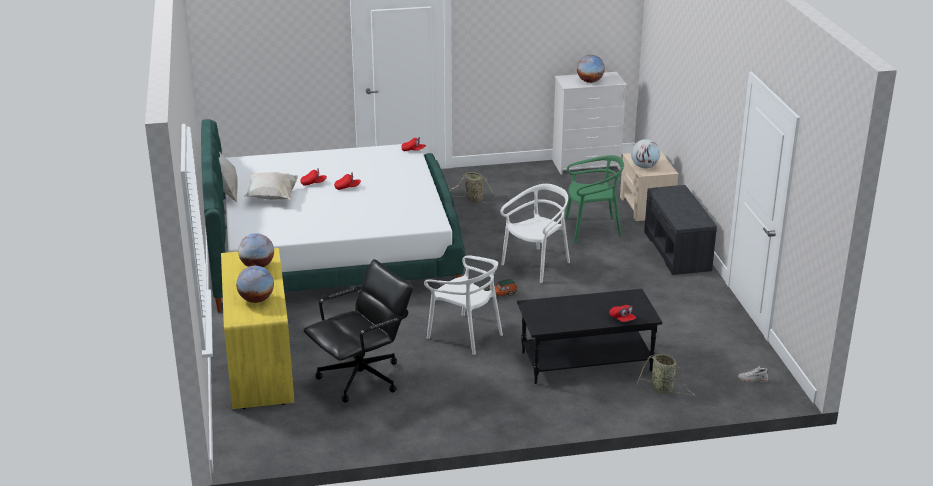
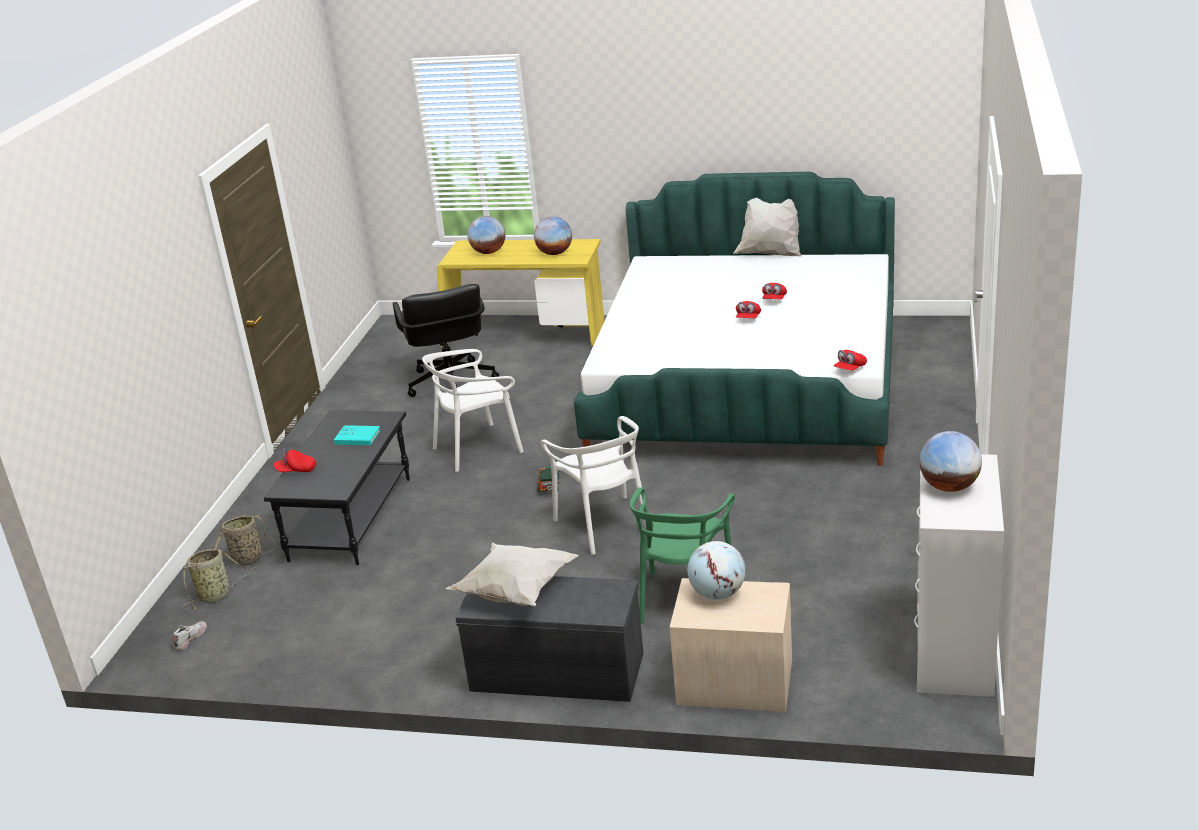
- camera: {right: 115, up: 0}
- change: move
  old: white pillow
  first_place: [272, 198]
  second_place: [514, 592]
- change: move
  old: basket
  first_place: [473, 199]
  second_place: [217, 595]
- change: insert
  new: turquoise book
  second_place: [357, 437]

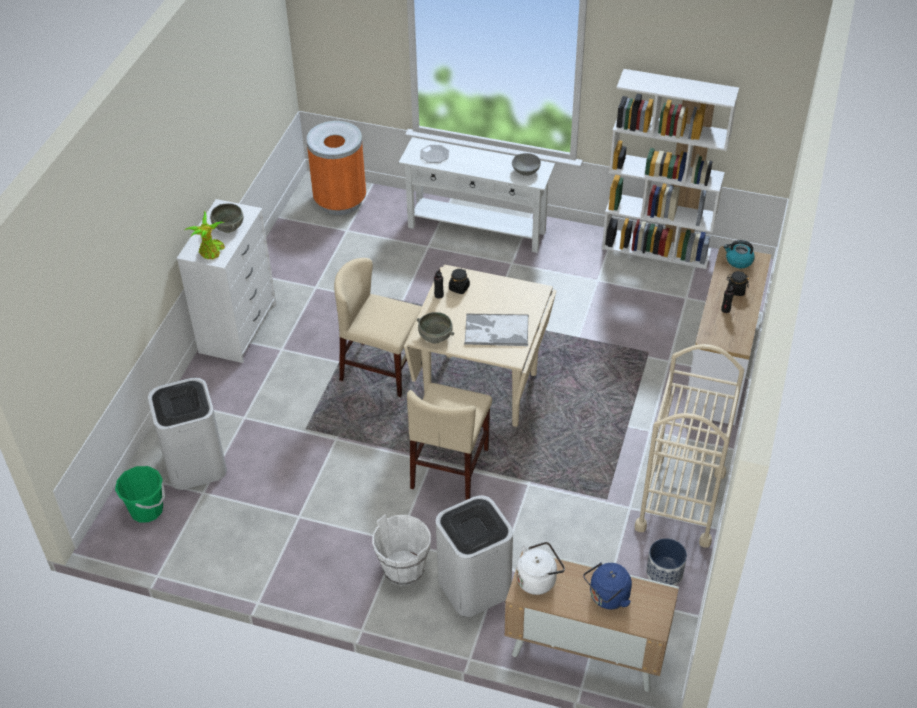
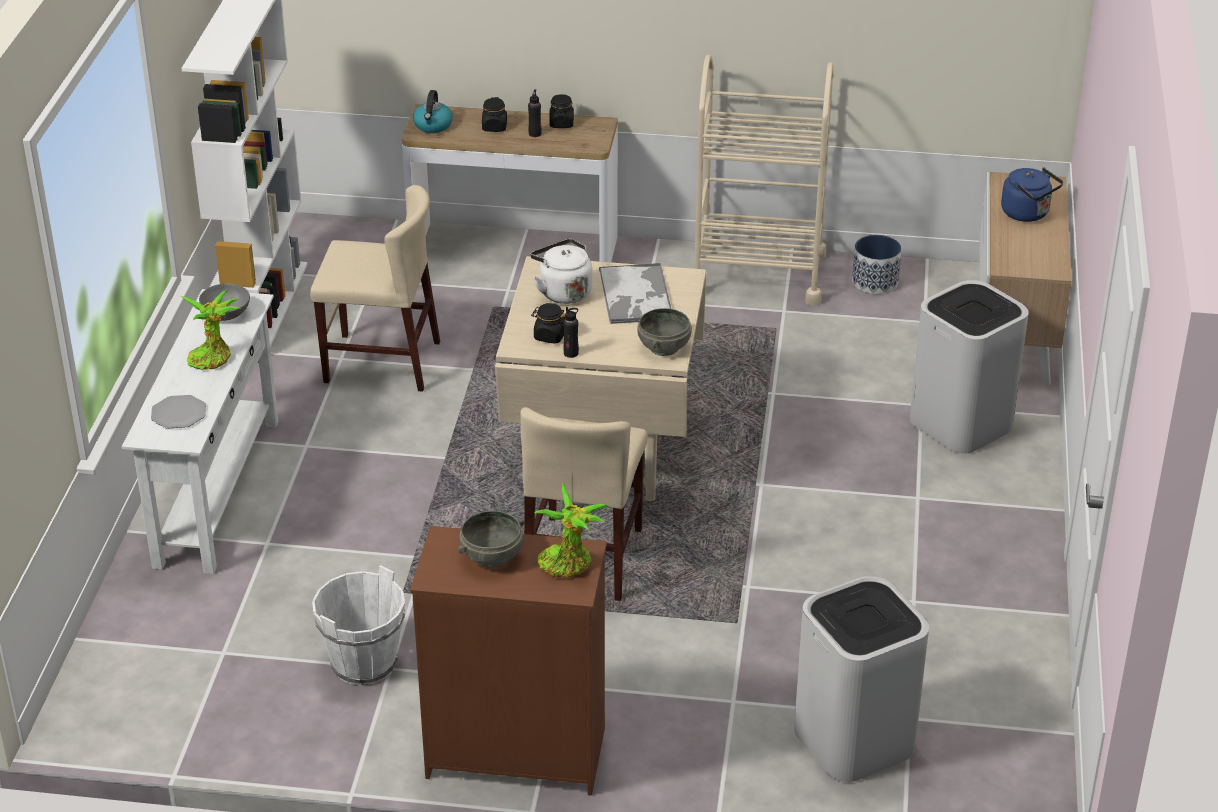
- camera: {right: -100, up: -10}
- change: delete
  old: orange trash can
  first_place: [340, 201]
- change: recolor
  old: white dresser
  new: brown dresser
  first_place: [238, 328]
  second_place: [516, 752]
- change: move
  old: beige chair
  first_place: [450, 468]
  second_place: [382, 362]
- change: delete
  old: green bucket
  first_place: [146, 510]
- change: move
  old: white bucket
  first_place: [403, 569]
  second_place: [364, 664]
- change: move
  old: white kettle
  first_place: [538, 579]
  second_place: [563, 291]
- change: insert
  new: black jar
  second_place: [561, 123]
- change: insert
  new: potted plant
  second_place: [212, 357]

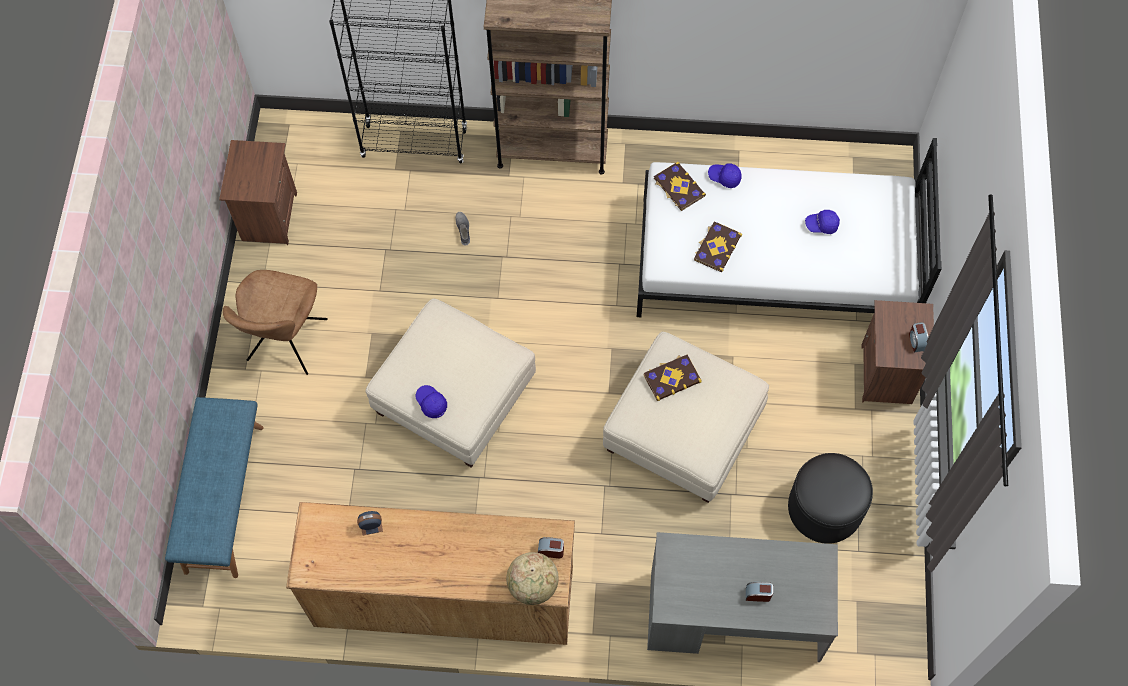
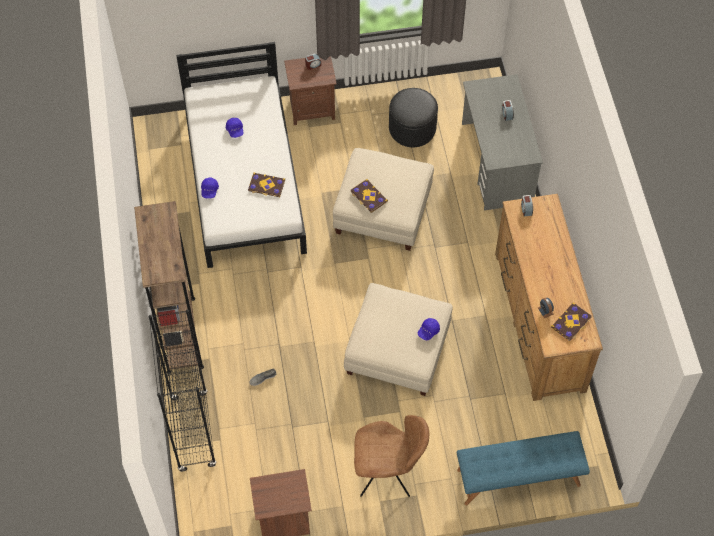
- camera: {right: -105, up: -5}
- change: move
  old: book
  first_place: [678, 187]
  second_place: [571, 323]
- change: delete
  old: globe
  first_place: [533, 586]

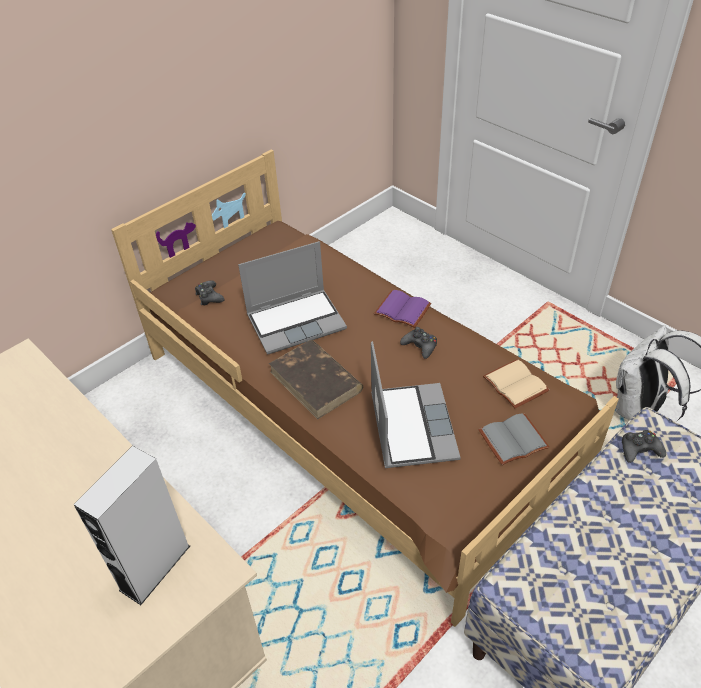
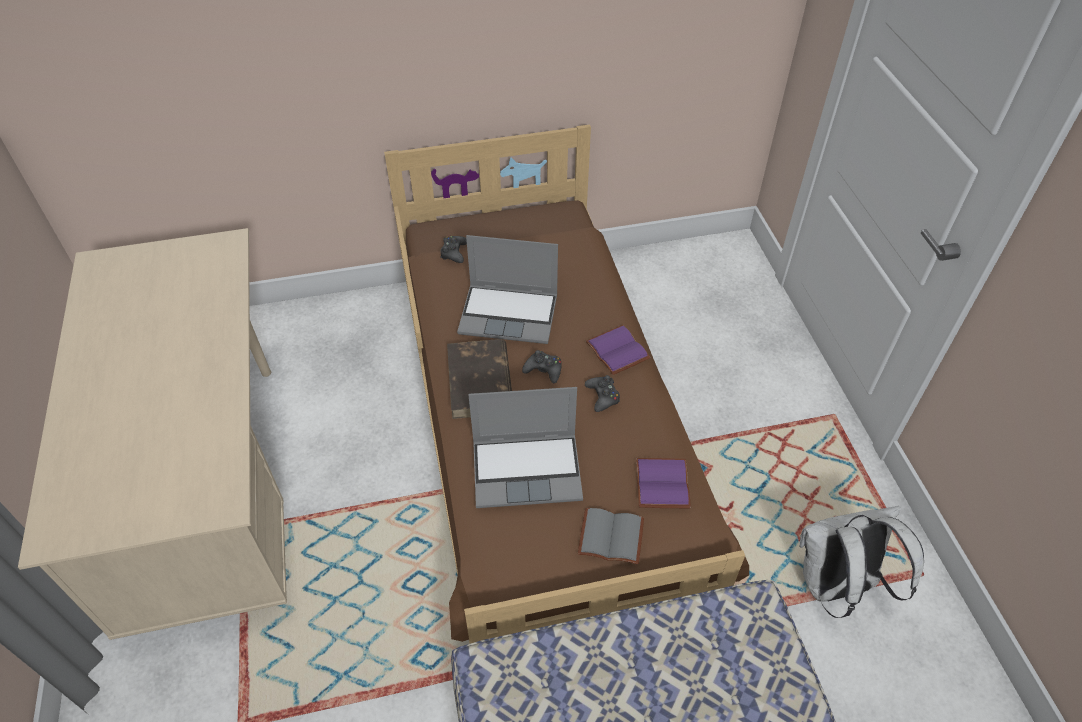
- camera: {right: 30, up: 5}
- change: rotate
  old: laptop
  first_place: [411, 425]
  second_place: [528, 470]
  degrees: 60
- change: recolor
  old: beige book
  new: purple book
  first_place: [517, 384]
  second_place: [664, 485]
- change: move
  old: black game controller
  first_place: [639, 450]
  second_place: [544, 370]
- change: delete
  old: grey speaker
  first_place: [155, 568]

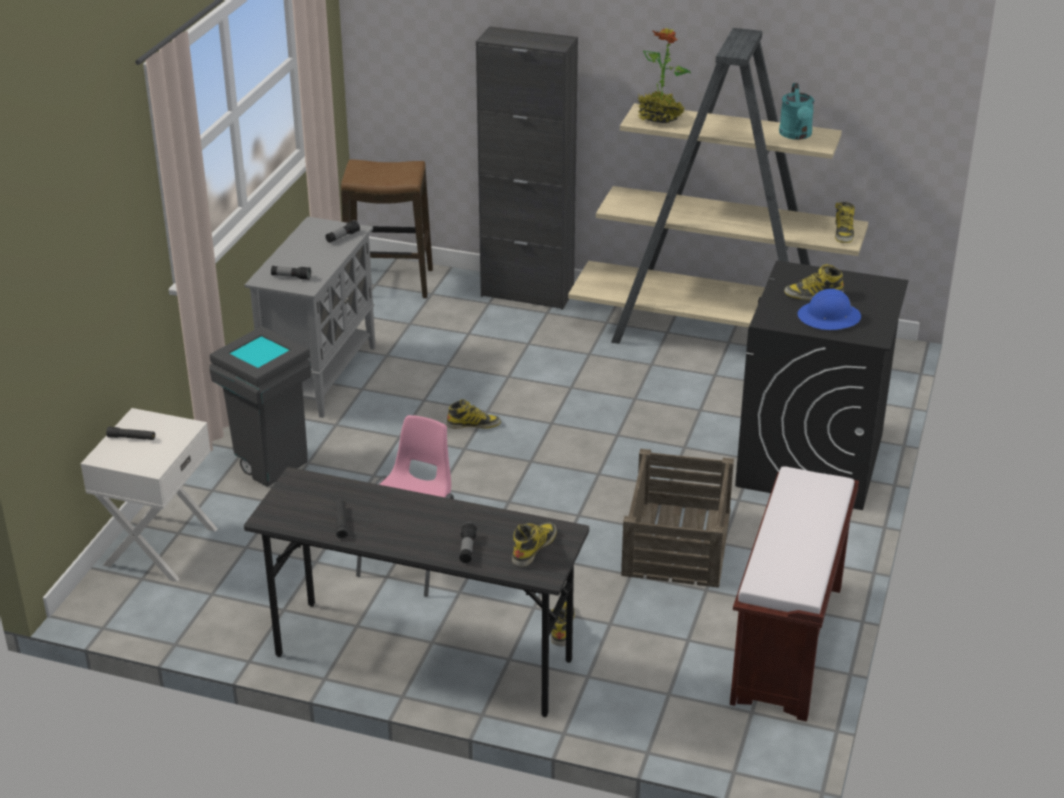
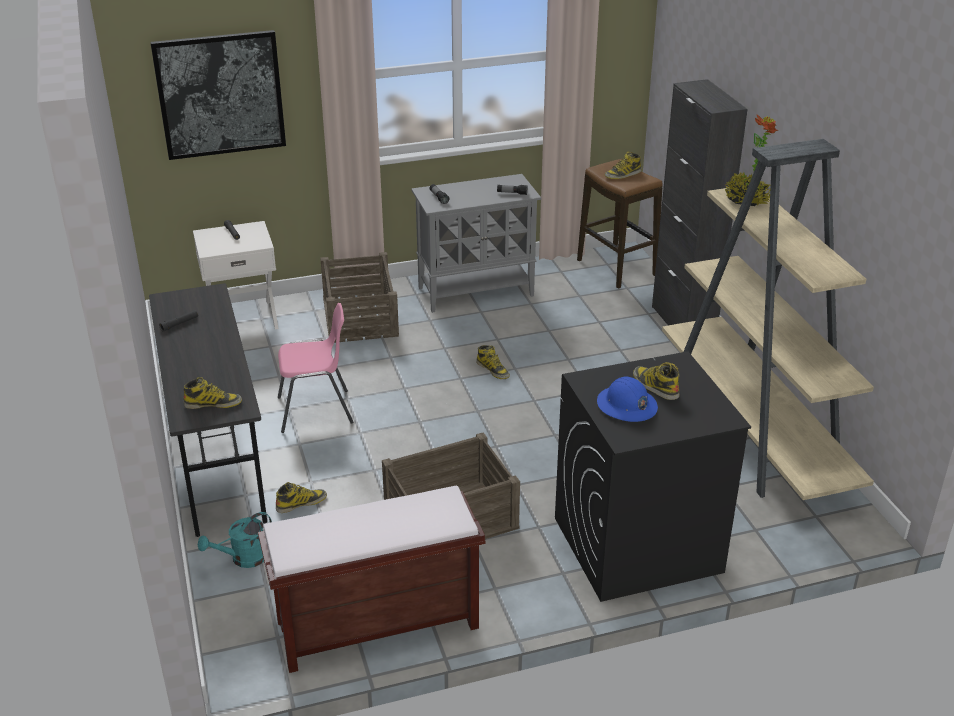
- camera: {right: 55, up: 0}
- change: move
  old: turquoise watering can
  first_place: [796, 135]
  second_place: [243, 559]
- change: move
  old: boot
  first_place: [843, 232]
  second_place: [623, 174]
- change: replace
  old: grey trash can
  new: crate
  first_place: [268, 464]
  second_place: [360, 316]
- change: delete
  old: flashlight
  first_place: [467, 549]
- change: insert
  new: picture
  second_place: [220, 94]

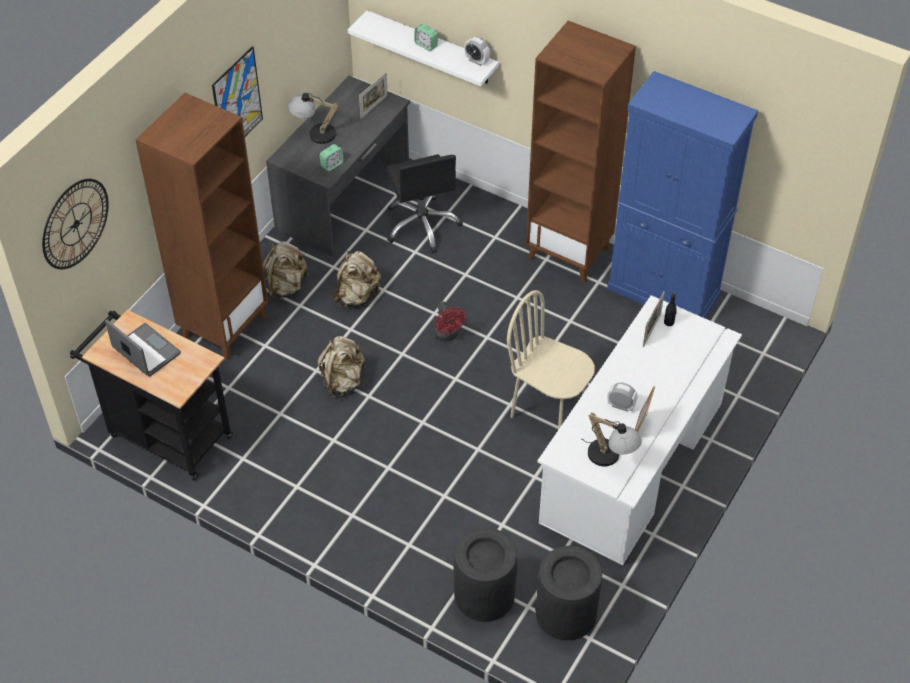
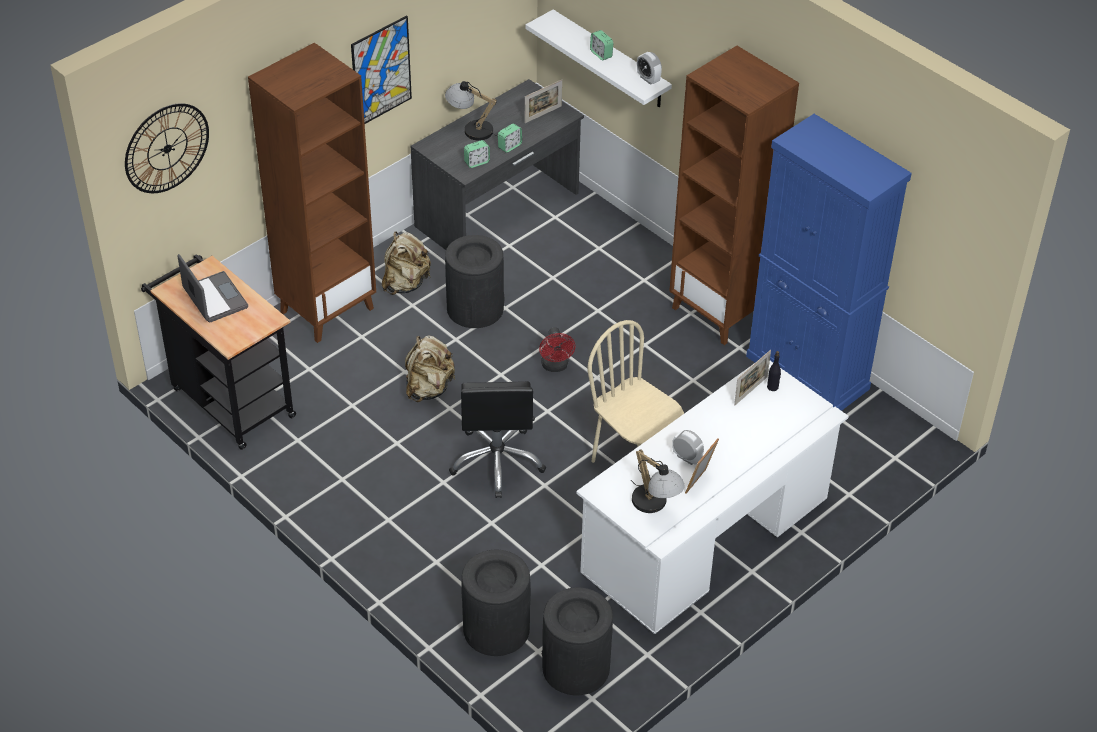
- camera: {right: 15, up: -5}
- change: move
  old: black office chair
  first_place: [422, 225]
  second_place: [497, 461]
- change: replace
  old: beige backpack
  new: black trash can
  first_place: [357, 296]
  second_place: [475, 308]
- change: insert
  new: alarm clock
  second_place: [509, 146]

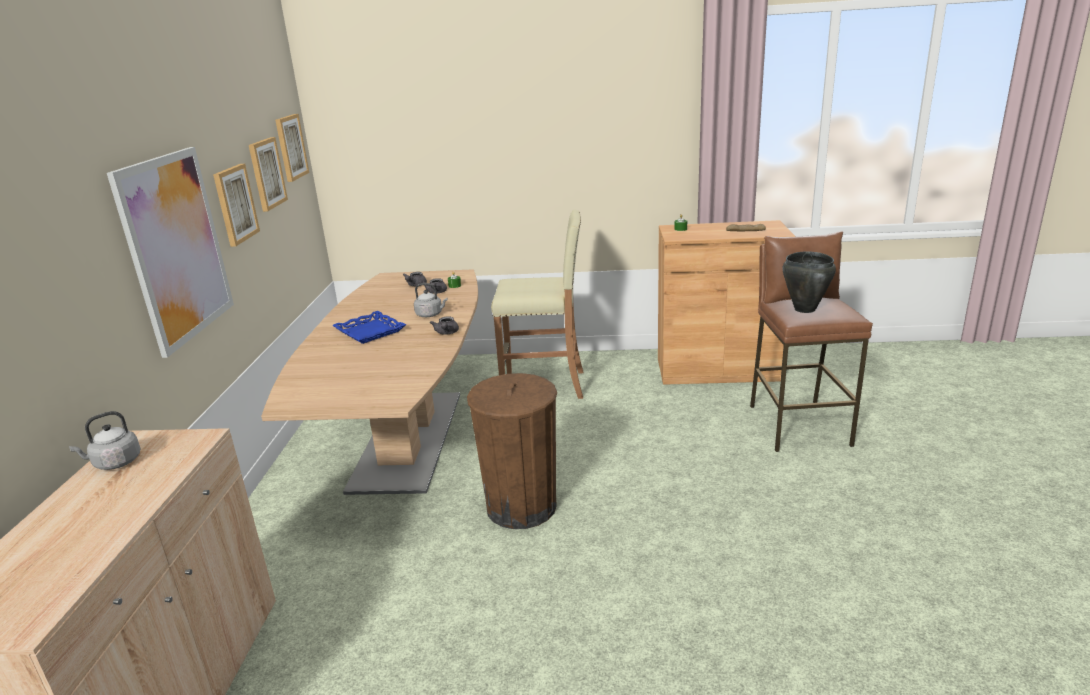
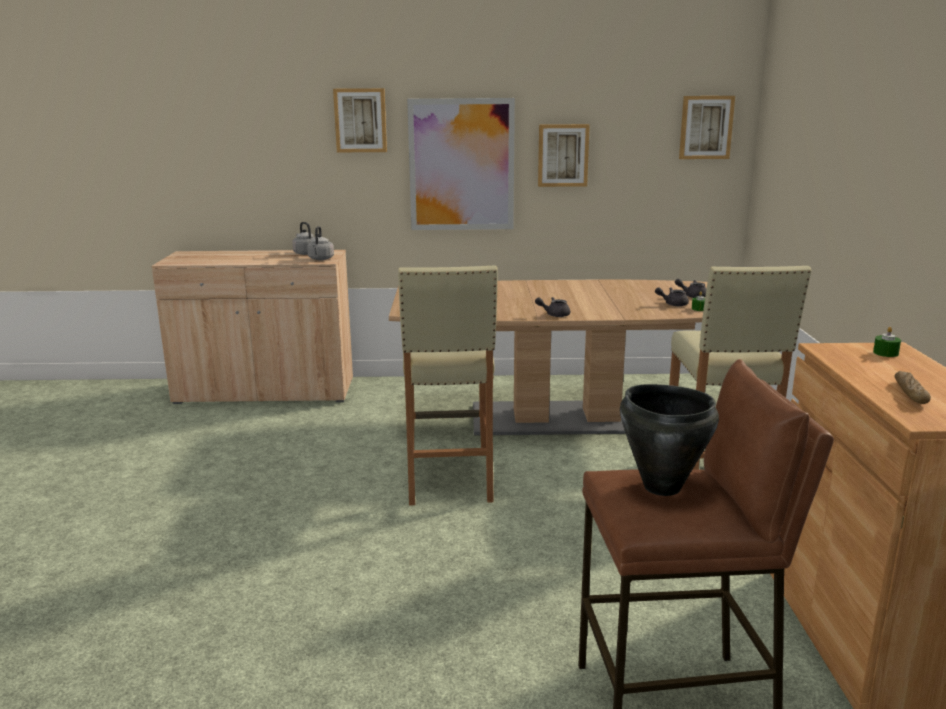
- camera: {right: 85, up: -5}
- change: move
  old: picture
  first_place: [266, 173]
  second_place: [360, 120]
- change: move
  old: grey kettle
  first_place: [430, 314]
  second_place: [320, 259]
- change: delete
  old: blue tray
  first_place: [370, 331]
- change: replace
  old: brown trash can
  new: beige stool
  first_place: [521, 507]
  second_place: [449, 478]

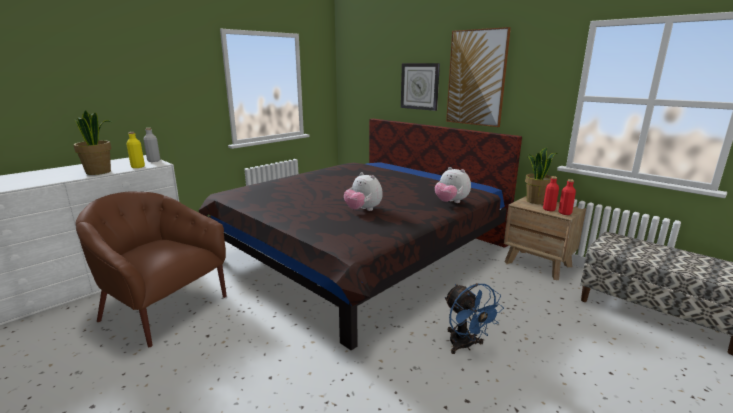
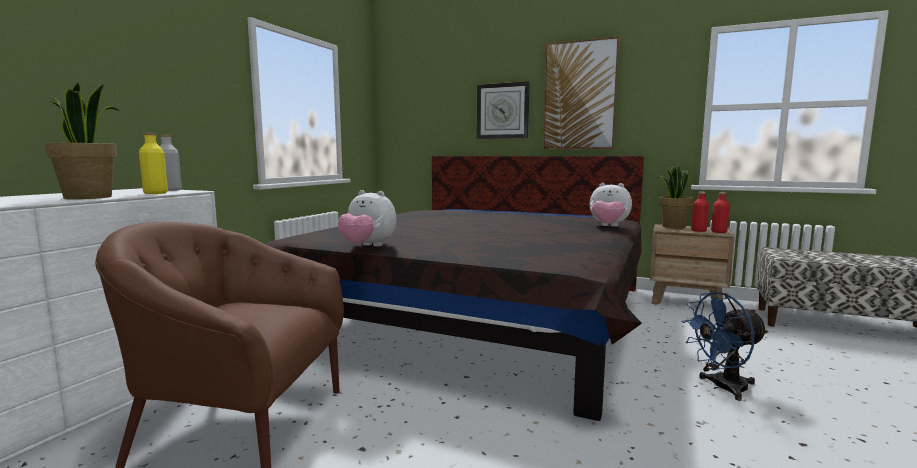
- camera: {right: -20, up: -10}
- change: move
  old: plush toy
  first_place: [363, 210]
  second_place: [368, 246]
- change: rotate
  old: blue fan
  first_place: [465, 346]
  second_place: [722, 387]
  degrees: 120

